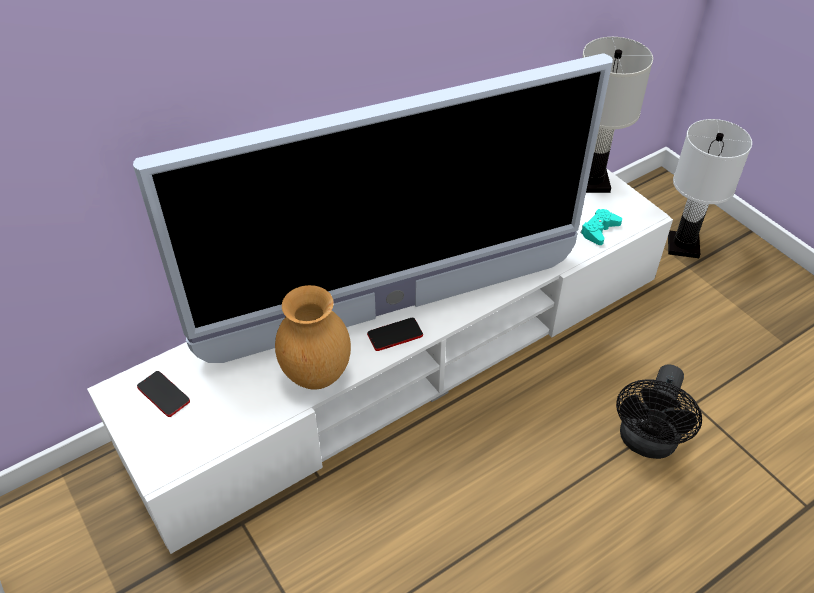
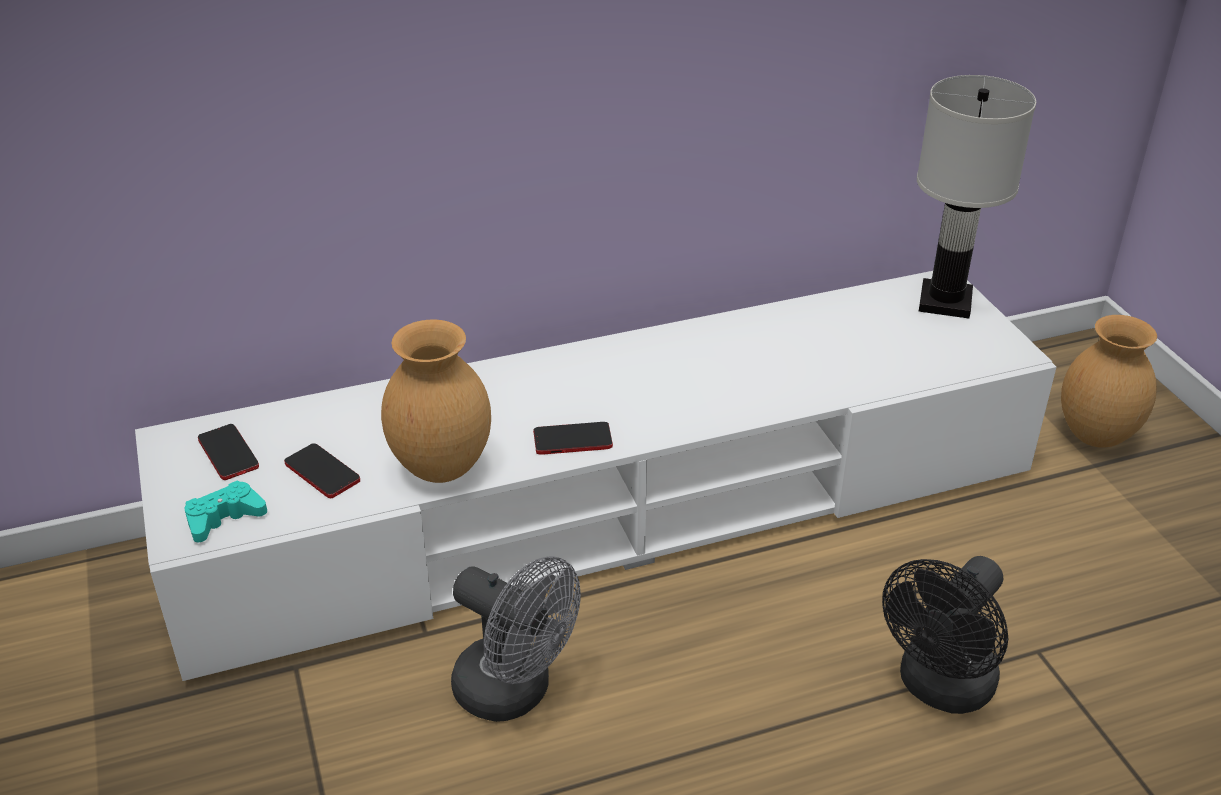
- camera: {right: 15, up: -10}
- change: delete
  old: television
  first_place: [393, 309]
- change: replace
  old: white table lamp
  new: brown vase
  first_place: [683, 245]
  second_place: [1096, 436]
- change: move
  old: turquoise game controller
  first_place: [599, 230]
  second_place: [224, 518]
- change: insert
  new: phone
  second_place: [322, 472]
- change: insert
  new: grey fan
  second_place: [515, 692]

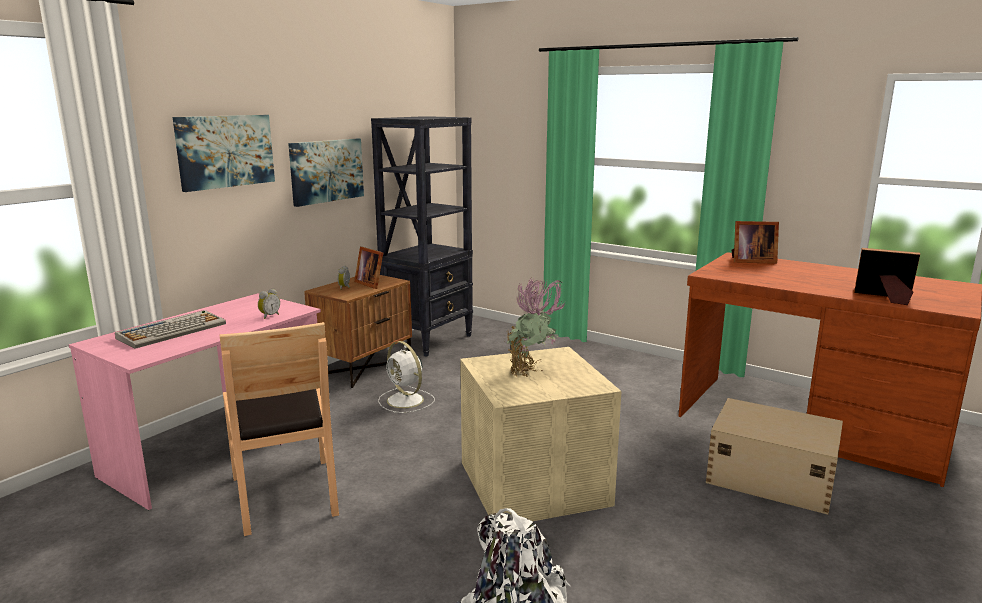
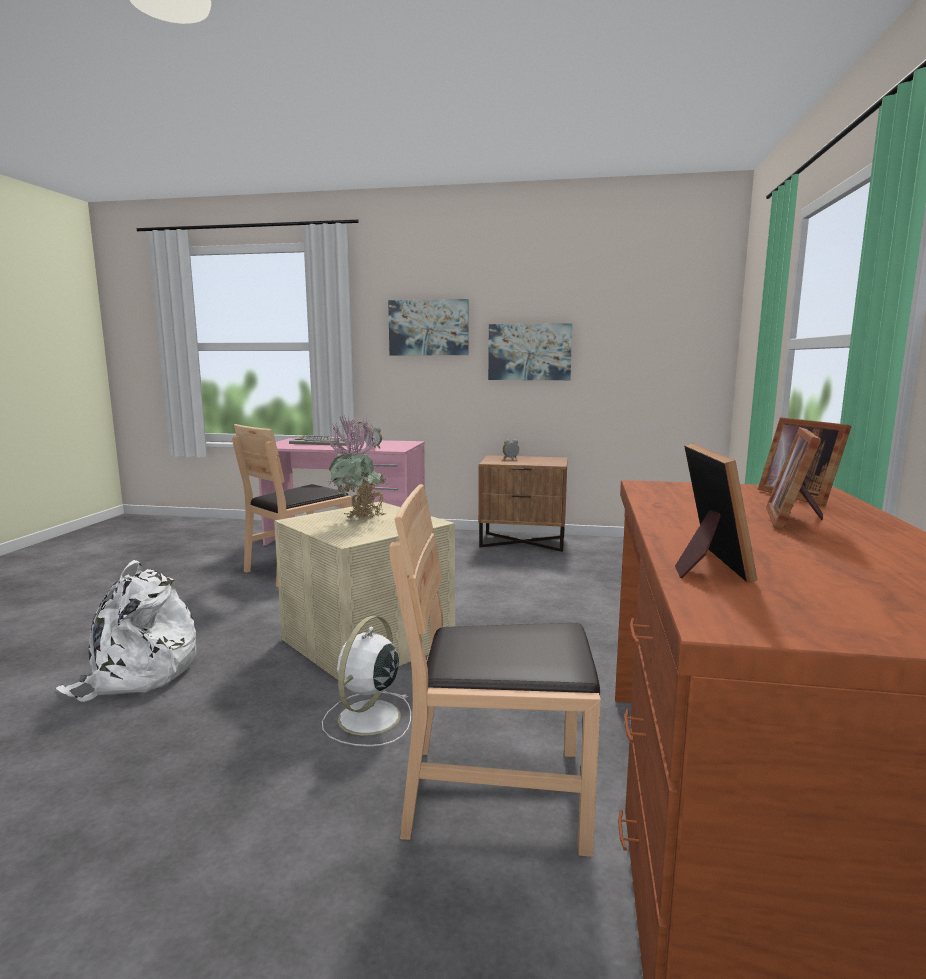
- camera: {right: 65, up: -5}
- change: delete
  old: black bookcase
  first_place: [429, 340]
- change: move
  old: picture frame
  first_place: [371, 283]
  second_place: [794, 520]
- change: move
  old: white fan
  first_place: [406, 401]
  second_place: [367, 719]
- change: replace
  old: beige storage box
  new: brown chair
  first_place: [769, 477]
  second_place: [497, 793]

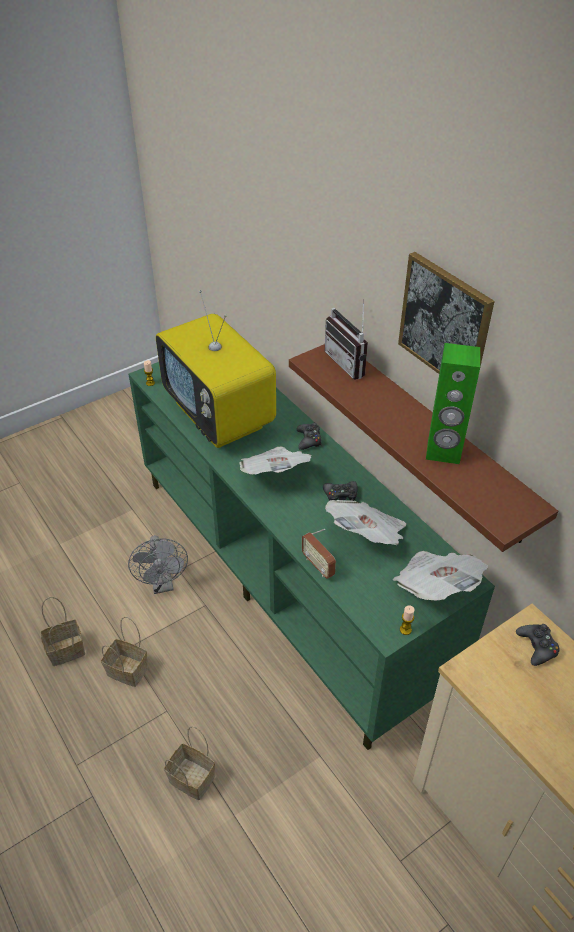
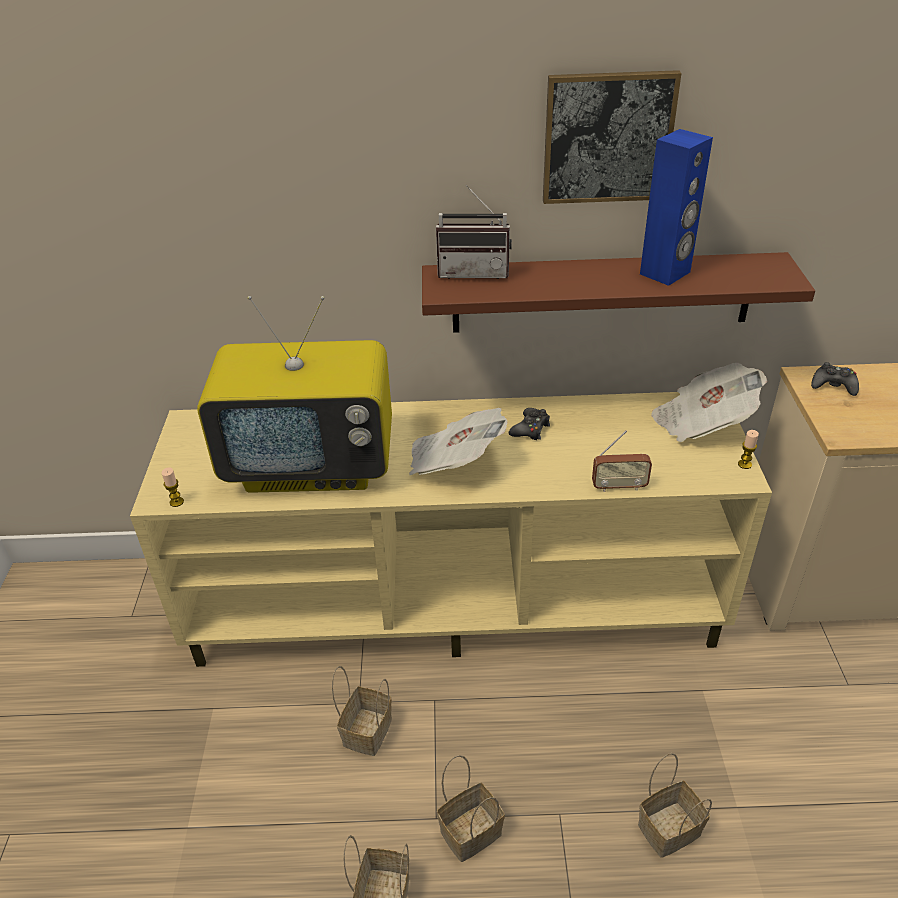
- camera: {right: -55, up: -5}
- change: recolor
  old: green speaker
  new: blue speaker
  first_place: [443, 452]
  second_place: [665, 273]
- change: recolor
  old: green tv stand
  new: beige tv stand
  first_place: [287, 576]
  second_place: [456, 603]
- change: delete
  old: black game controller
  first_place: [309, 440]
- change: delete
  old: newspaper
  first_place: [367, 535]
- change: replace
  old: grey fan
  new: basket
  first_place: [163, 584]
  second_place: [367, 730]

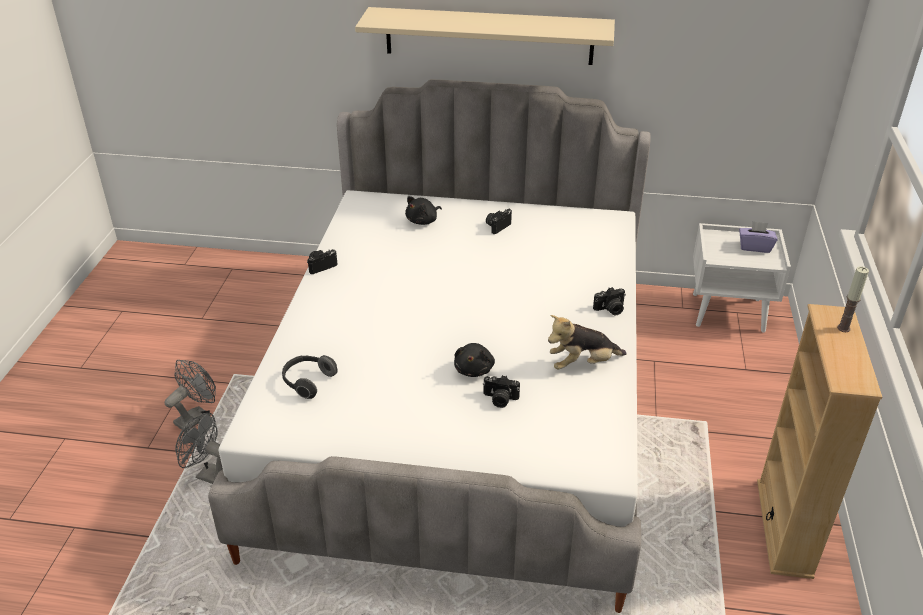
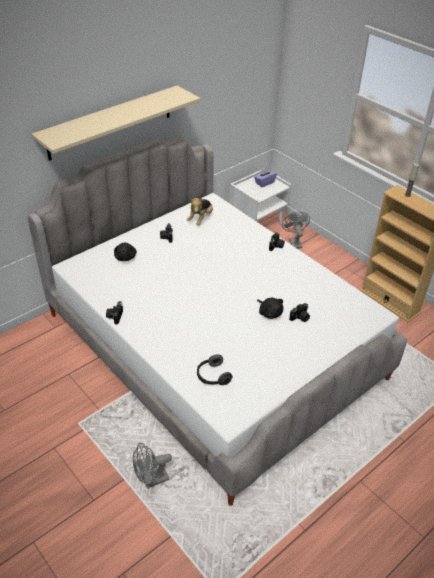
- camera: {right: -50, up: 5}
- change: move
  old: plush toy
  first_place: [582, 364]
  second_place: [201, 219]
- change: move
  old: grey fan
  first_place: [197, 417]
  second_place: [294, 242]

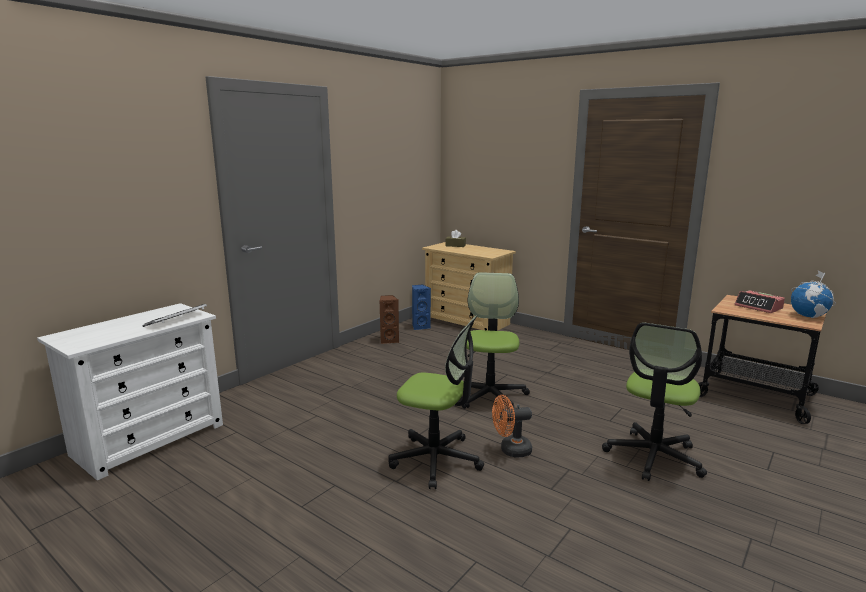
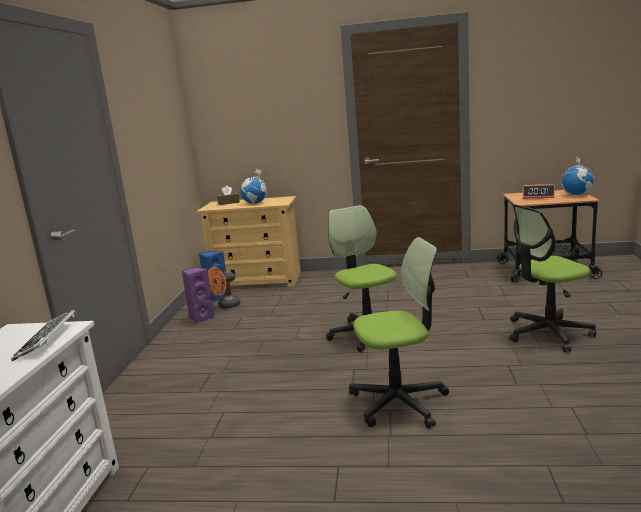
- camera: {right: -30, up: 0}
- change: recolor
  old: brown speaker
  new: purple speaker
  first_place: [389, 340]
  second_place: [201, 318]
- change: rotate
  old: office chair
  first_place: [653, 457]
  second_place: [547, 333]
  degrees: 75
- change: move
  old: orange fan
  first_place: [510, 450]
  second_place: [226, 306]
- change: insert
  new: globe
  second_place: [255, 203]

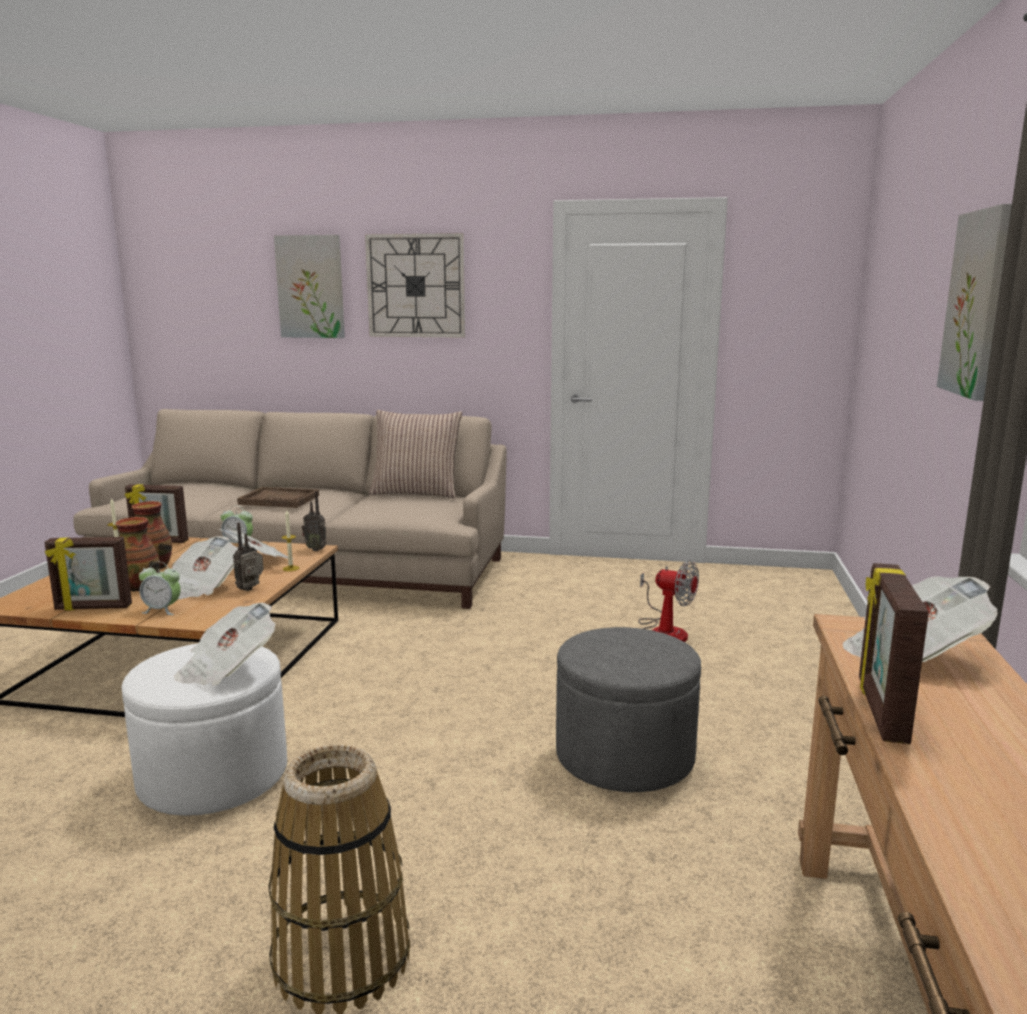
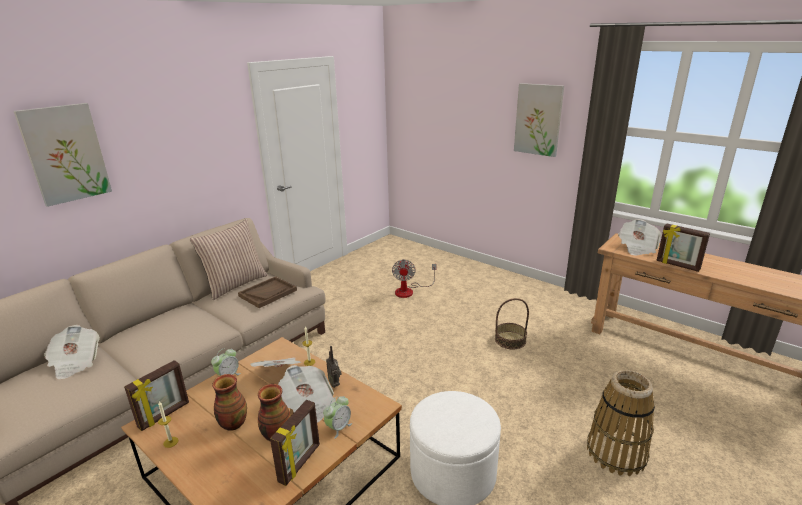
- camera: {right: -60, up: 10}
- change: delete
  old: wall clock
  first_place: [416, 286]
- change: move
  old: brown tray
  first_place: [279, 500]
  second_place: [268, 293]
- change: delete
  old: radio
  first_place: [316, 549]
- change: rotate
  old: fan
  first_place: [664, 631]
  second_place: [409, 291]
  degrees: 120
- change: move
  old: newspaper
  first_place: [227, 669]
  second_place: [75, 362]
- change: replace
  old: grey ottoman
  new: basket
  first_place: [624, 756]
  second_place: [510, 340]

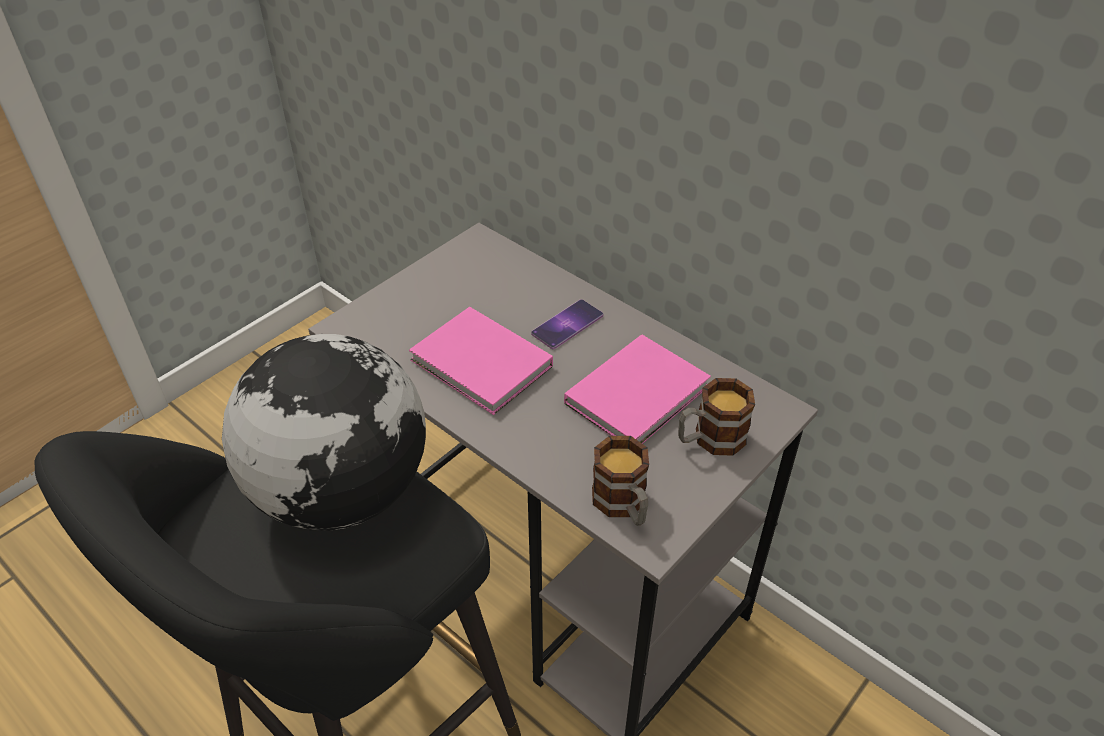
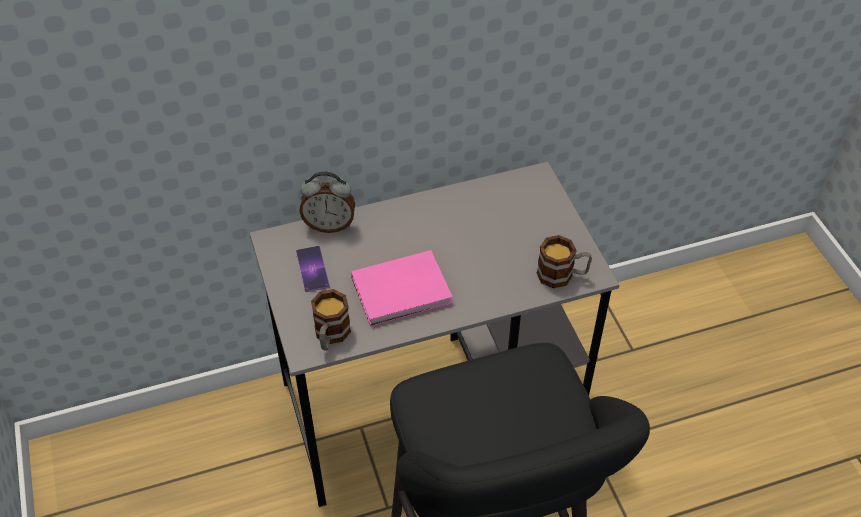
- camera: {right: -60, up: 5}
- change: move
  old: phone
  first_place: [567, 324]
  second_place: [312, 269]
- change: delete
  old: globe
  first_place: [341, 490]
- change: delete
  old: pink book
  first_place: [641, 394]
- change: move
  old: mug
  first_place: [710, 439]
  second_place: [330, 336]
- change: insert
  new: alarm clock
  second_place: [329, 225]

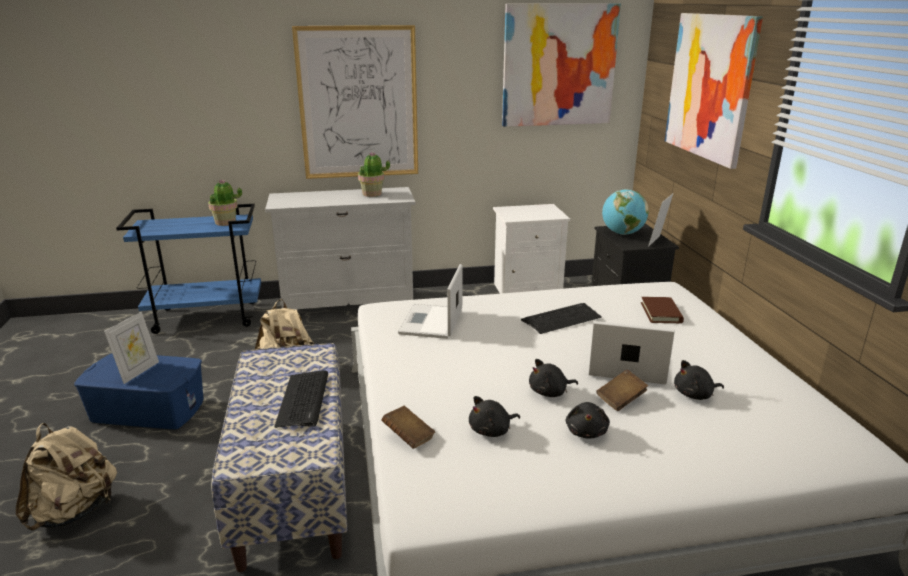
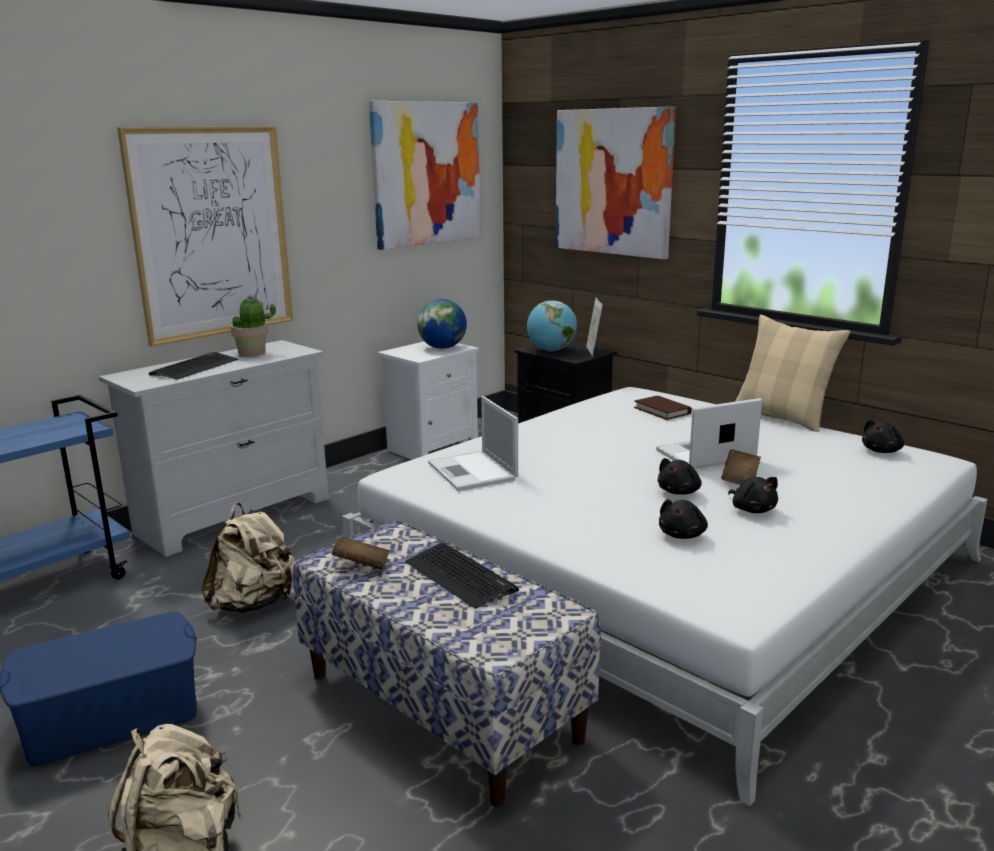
- camera: {right: -35, up: -5}
- change: delete
  old: potted plant
  first_place: [226, 222]
- change: move
  old: keyboard
  first_place: [561, 319]
  second_place: [195, 367]
- change: delete
  old: picture frame
  first_place: [138, 371]
- change: move
  old: black plush toy
  first_place: [695, 395]
  second_place: [882, 451]
- change: move
  old: brown book
  first_place: [408, 437]
  second_place: [362, 566]
- change: insert
  new: globe
  second_place: [442, 348]
- change: insert
  new: beige pillow
  second_place: [782, 417]

